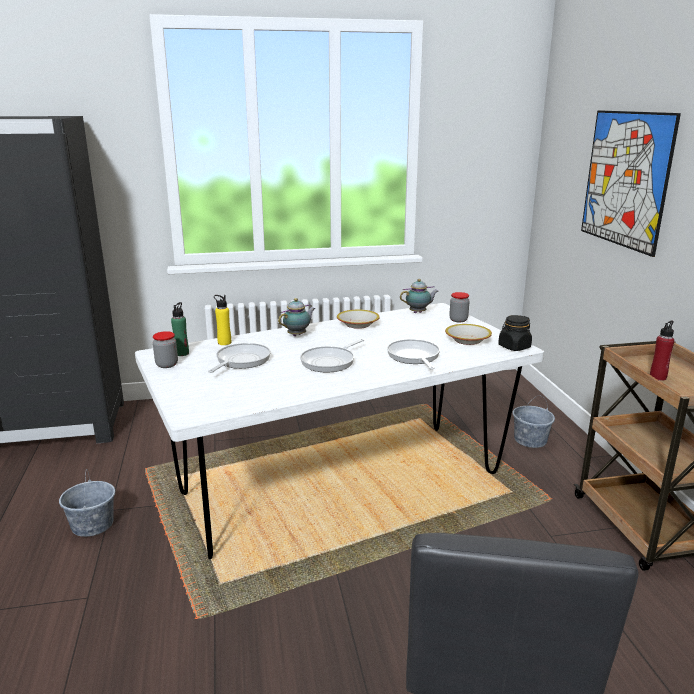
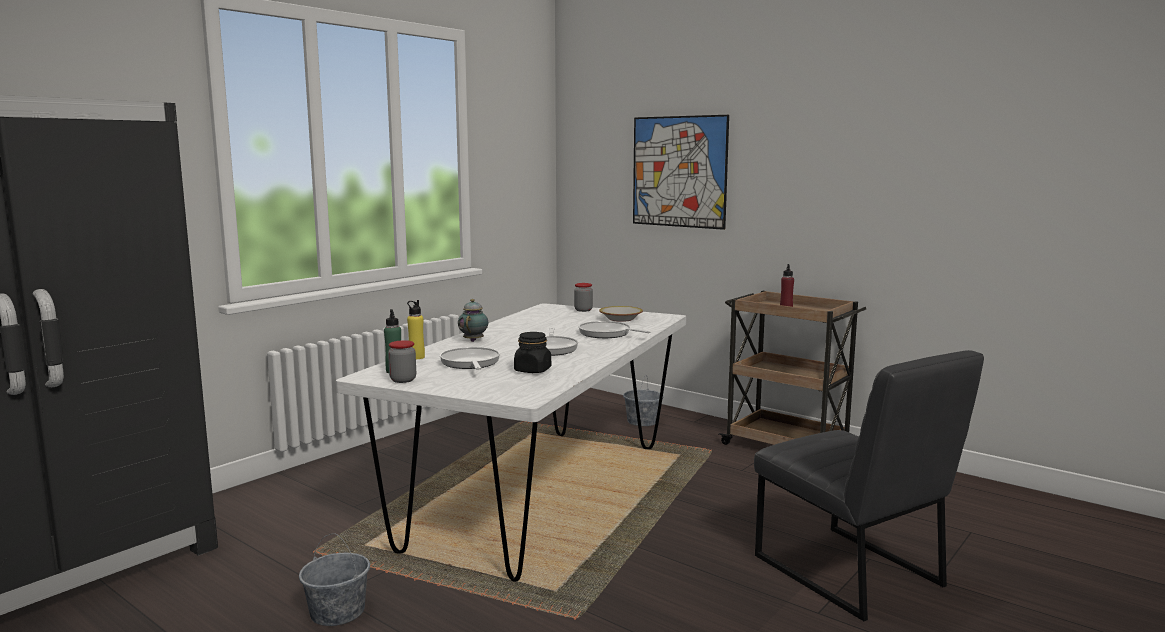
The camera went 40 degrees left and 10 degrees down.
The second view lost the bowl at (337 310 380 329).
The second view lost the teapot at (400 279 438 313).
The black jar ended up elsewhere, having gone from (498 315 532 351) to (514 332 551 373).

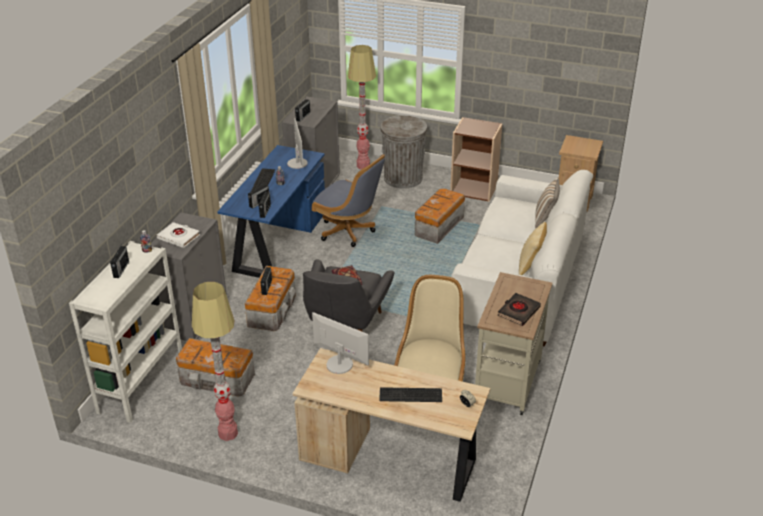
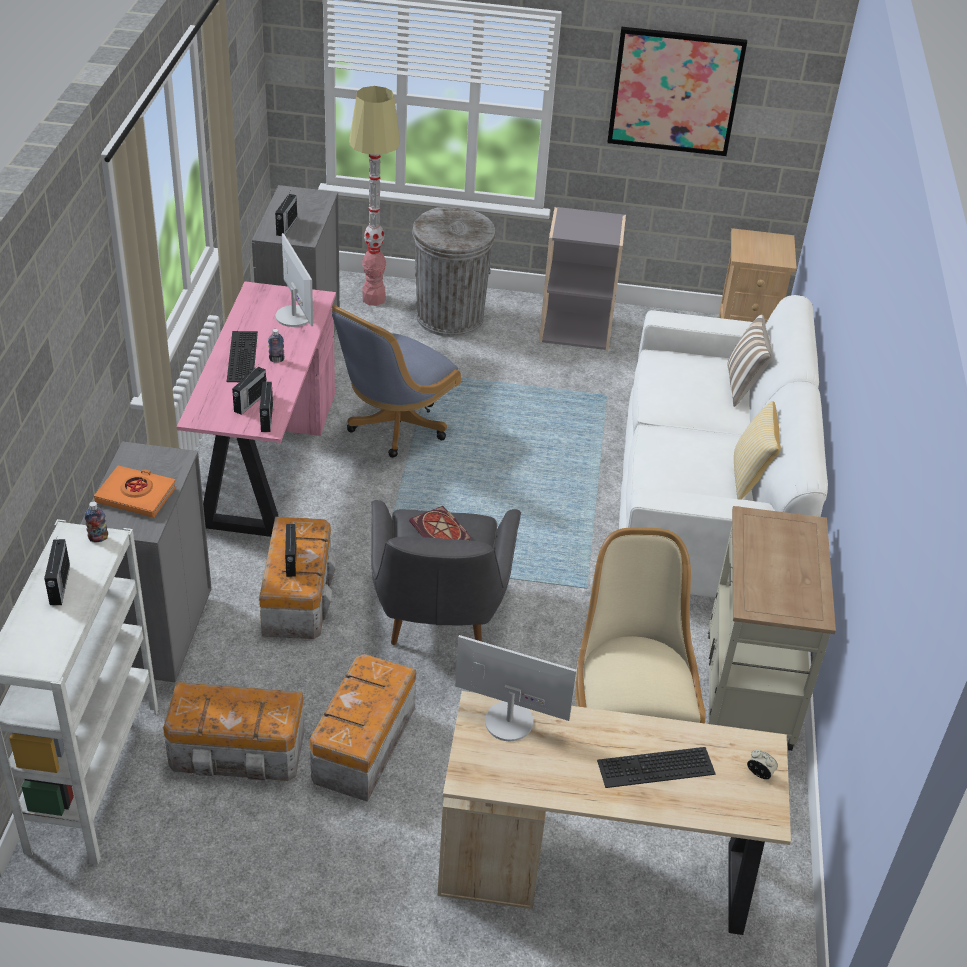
The camera went 15 degrees left and 5 degrees up.
What was the white book at (157 222 200 248) turned into the orange book at (94 466 176 518).
The second view lost the floor lamp at (192 282 238 441).
What was the blue desk at (217 145 325 278) turned into the pink desk at (177 282 336 537).
The blue office chair at (312 154 385 247) ended up facing another way, 105 degrees clockwise from before.
The storage box ended up elsewhere, having gone from (415 188 465 244) to (310 654 416 802).
What was the brown bookcase at (450 117 502 202) turned into the grey bookcase at (539 207 626 350).
The second view lost the black book at (498 293 541 326).
The second view gained the picture at (607 27 747 156).

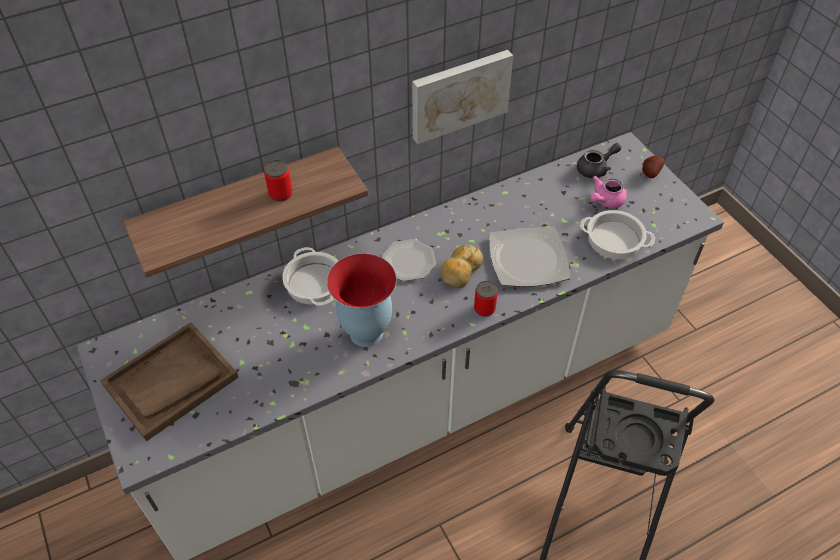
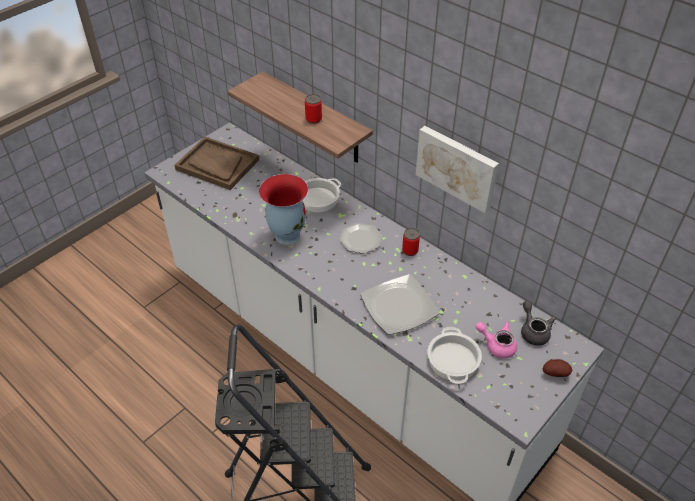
The camera went 70 degrees right and 5 degrees down.
The second view lost the bread at (441 245 483 288).
The can ended up elsewhere, having gone from (474 281 498 317) to (402 228 420 256).
The grey teapot at (577 143 621 178) ended up facing another way, 150 degrees counterclockwise from before.

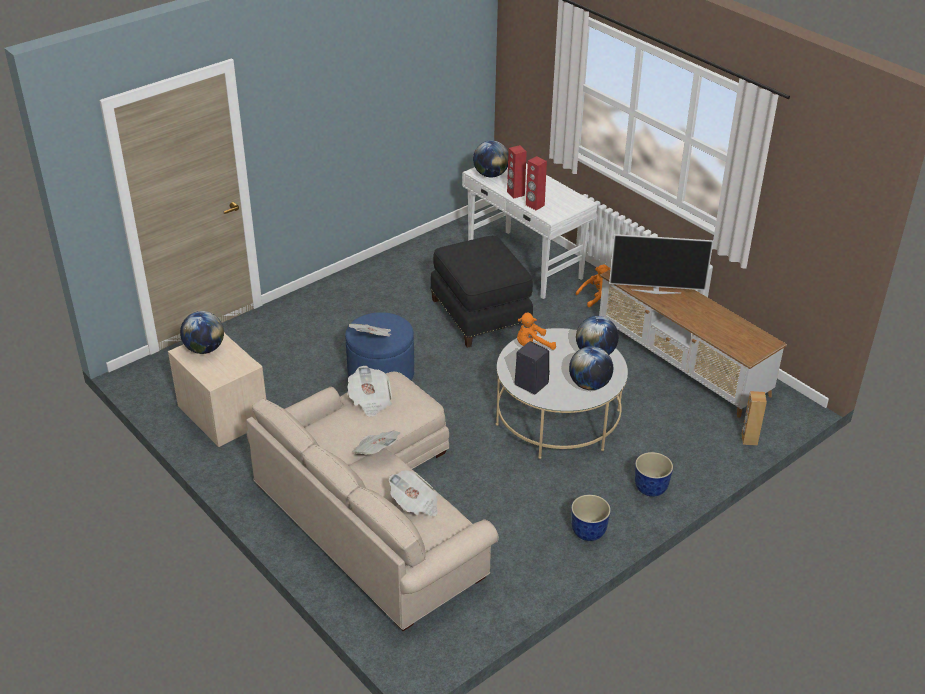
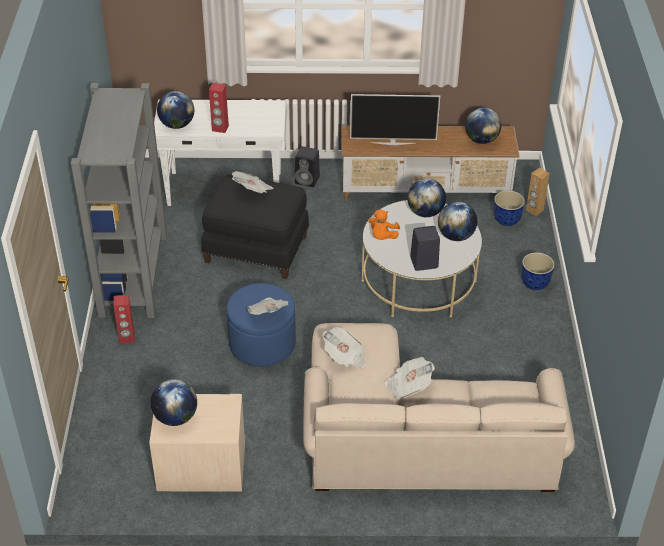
The camera went 50 degrees left and 5 degrees up.
The newspaper ended up elsewhere, having gone from (389 470 438 517) to (232 171 274 194).
The red speaker ended up elsewhere, having gone from (526 156 547 210) to (113 295 135 343).
The planter ended up elsewhere, having gone from (571 495 611 541) to (494 190 525 226).
Where the orange plush toy stood at (575 265 611 307), the black speaker came to stand at (295 146 320 187).
The television at (609 234 714 294) ended up facing another way, 45 degrees clockwise from before.
The second view gained the grey bookcase at (71 83 167 318).
The second view gained the globe at (465 107 501 144).

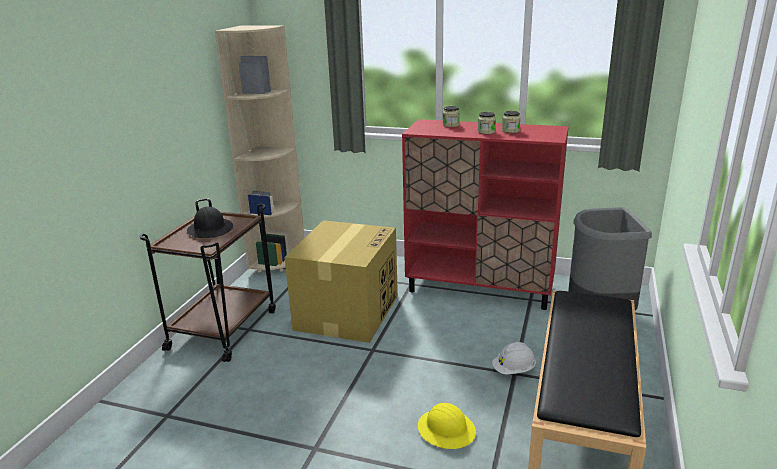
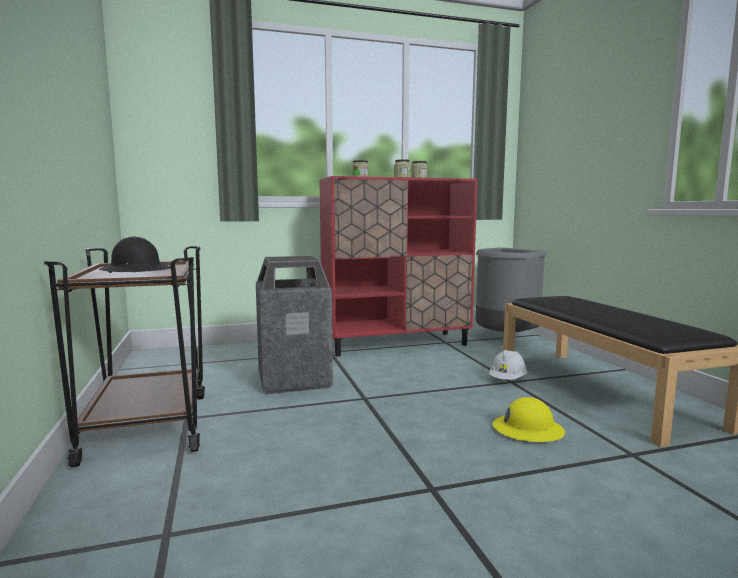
The camera went 35 degrees left and 15 degrees down.
The second view lost the beige bookcase at (215 25 305 272).
Where the cardboard box stood at (284 220 398 343), the trash can came to stand at (256 256 333 394).

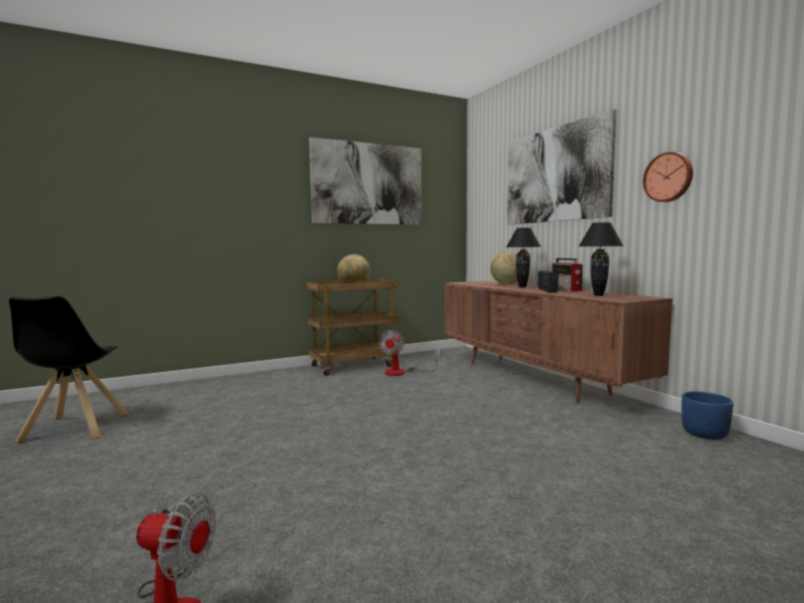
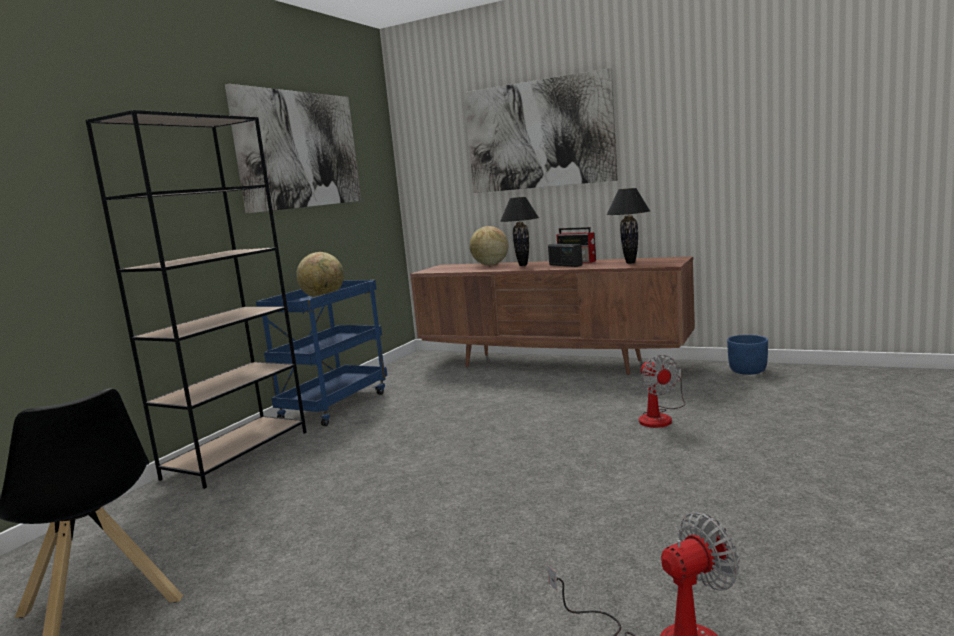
The camera went 35 degrees left and 5 degrees up.
What was the brown cart at (307 279 399 376) turned into the blue cart at (256 280 387 426).
The fan ended up elsewhere, having gone from (379 330 440 376) to (639 355 685 428).
The second view lost the wall clock at (643 152 693 202).
The second view gained the beige bookcase at (85 110 307 489).

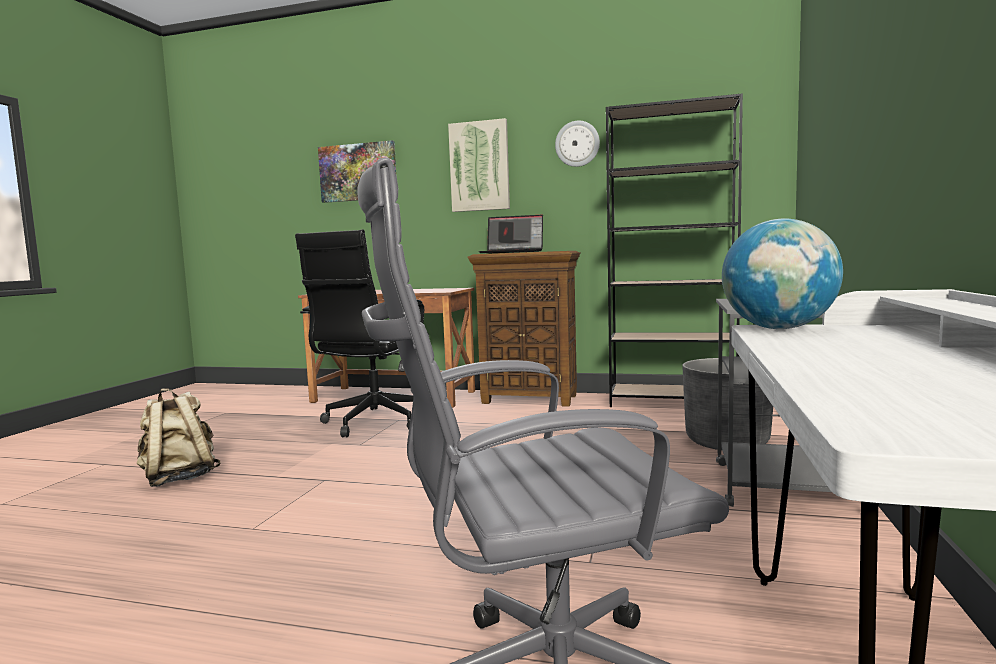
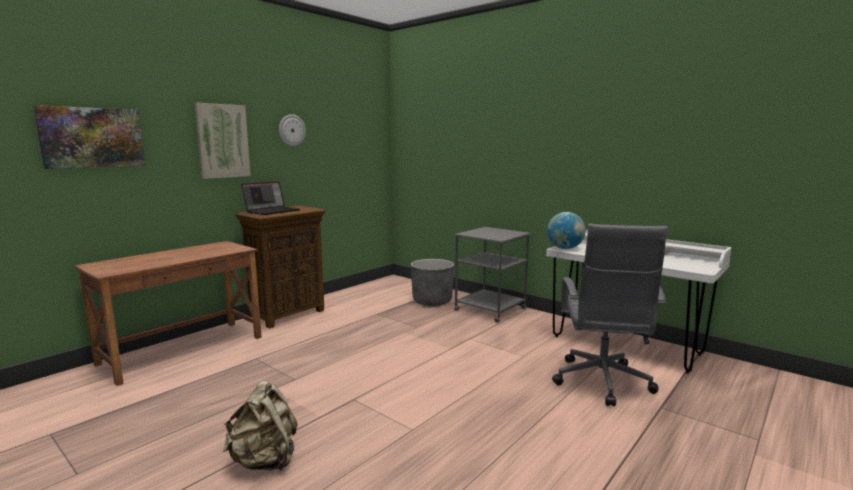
The camera went 65 degrees left and 5 degrees up.
The second view lost the black office chair at (295 229 429 437).
The second view lost the beige bookcase at (606 93 743 407).

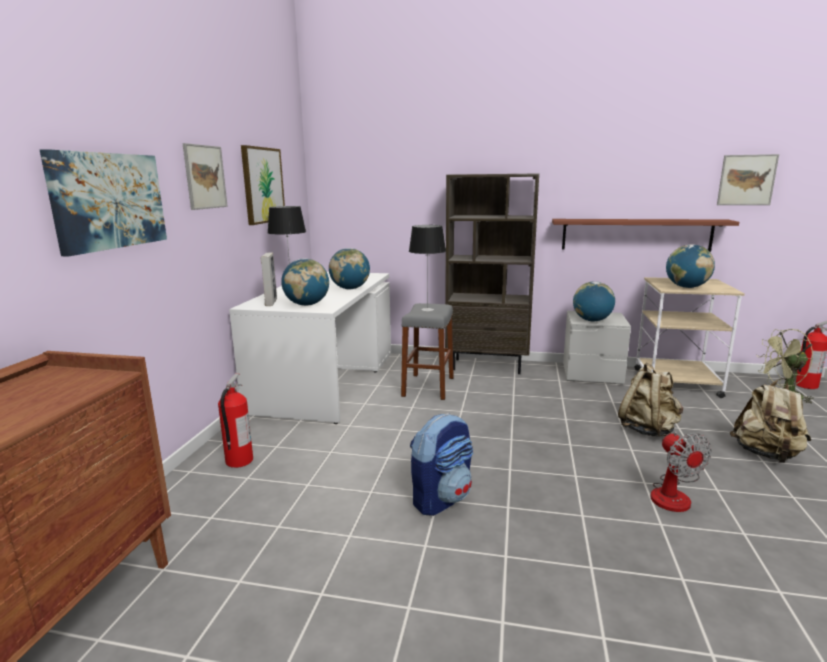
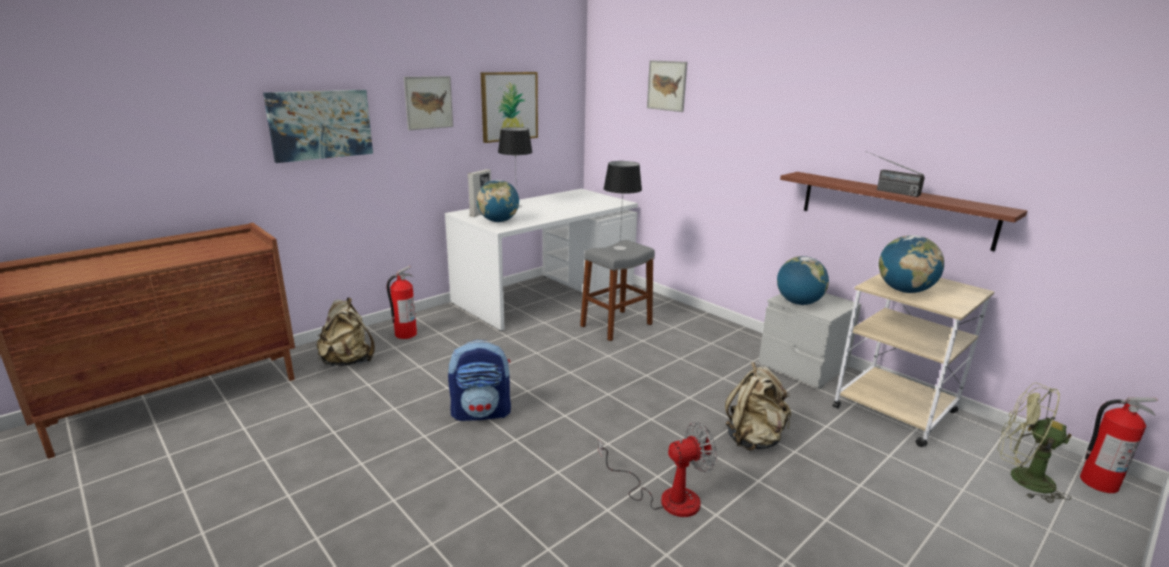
The camera went 35 degrees right and 5 degrees up.
The second view lost the globe at (329 248 370 289).
The second view lost the brown bookcase at (445 173 539 374).
The fan at (650 432 712 512) ended up facing another way, 135 degrees counterclockwise from before.
The picture ended up elsewhere, having gone from (717 154 779 205) to (647 60 687 112).
The beige backpack ended up elsewhere, having gone from (730 378 811 463) to (317 298 375 366).
The second view gained the radio at (866 151 925 197).

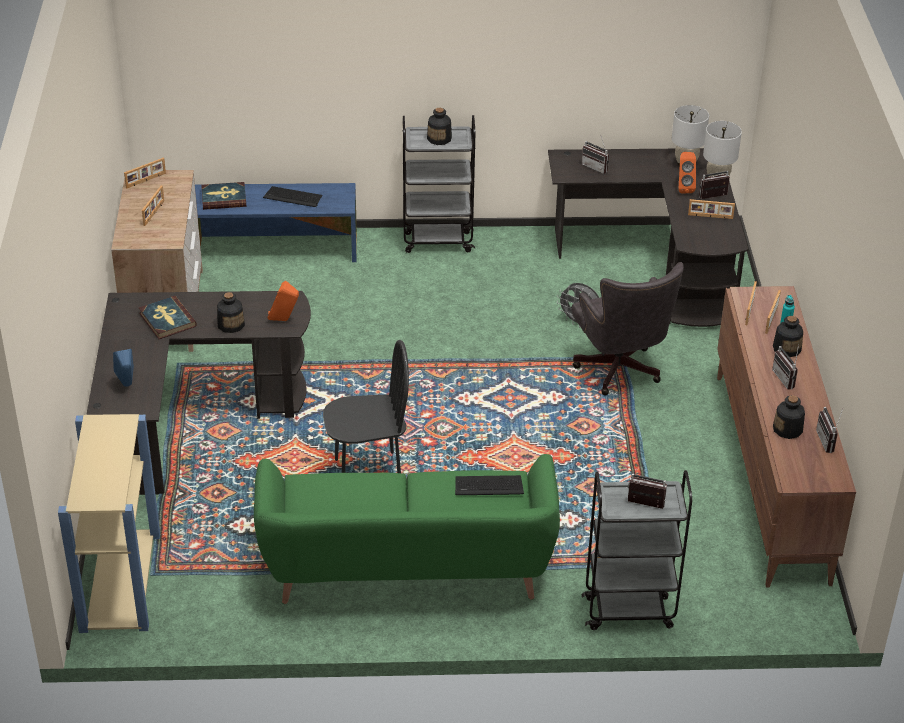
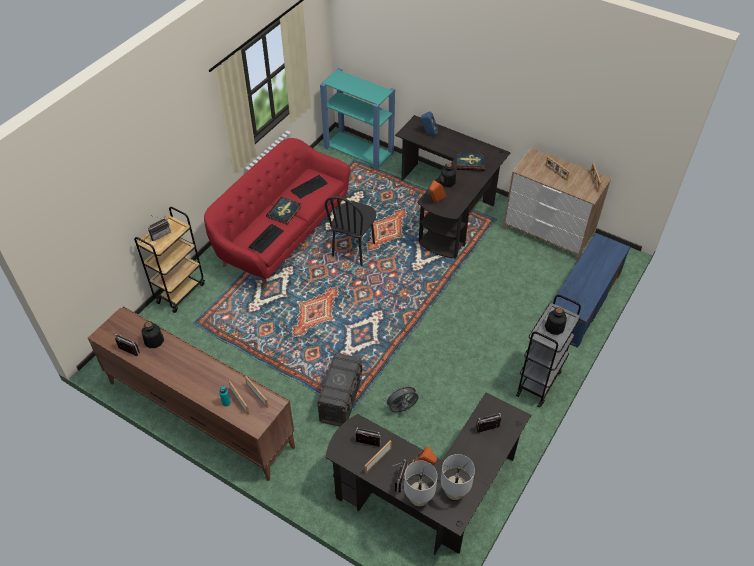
The camera went 125 degrees right and 10 degrees up.
What was the beige bookcase at (58 414 160 633) turned into the turquoise bookcase at (320 68 395 170).
The book ended up elsewhere, having gone from (201 182 247 210) to (266 197 301 224).
What was the green sofa at (254 454 560 604) turned into the red sofa at (204 138 350 288).
The keyboard ended up elsewhere, having gone from (263 186 323 207) to (291 175 328 199).
Where the grey office chair stood at (572 262 684 395), the grey storage box came to stand at (316 353 363 426).
What was the grey cart at (581 470 692 630) turned into the brown cart at (134 207 206 313).
The radio ended up elsewhere, having gone from (772 344 799 390) to (355 427 381 447).
The second view lost the bottle at (773 316 803 357).

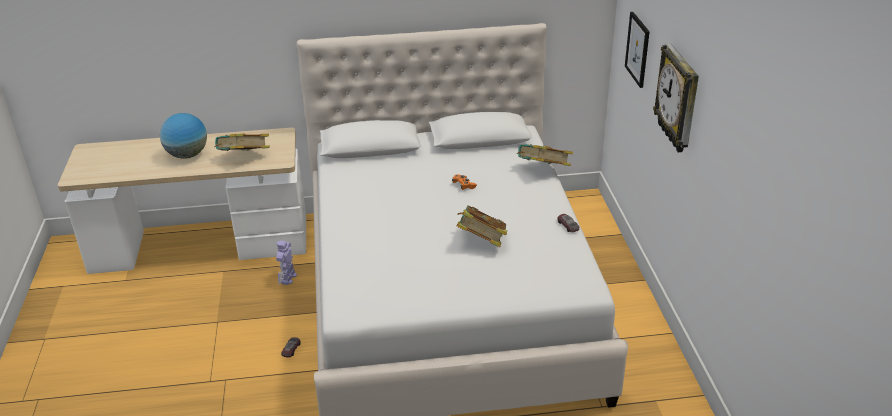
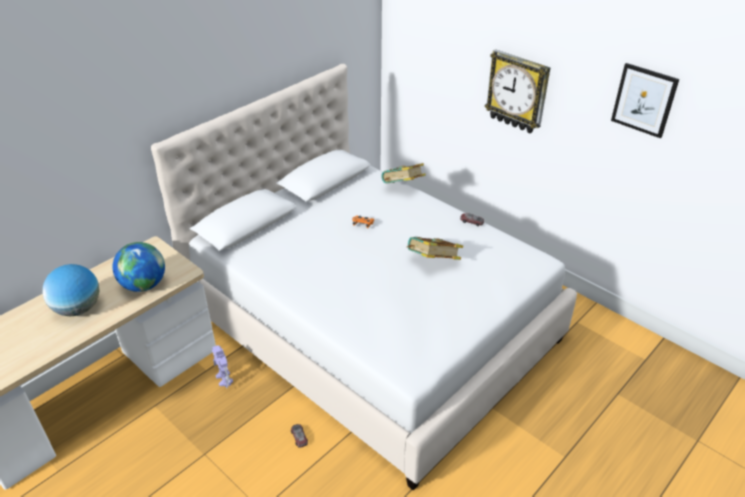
The camera went 40 degrees left and 5 degrees up.
Where the book stood at (215 133 270 151), the globe came to stand at (113 242 165 292).
The picture ended up elsewhere, having gone from (625 12 650 88) to (611 63 679 138).

